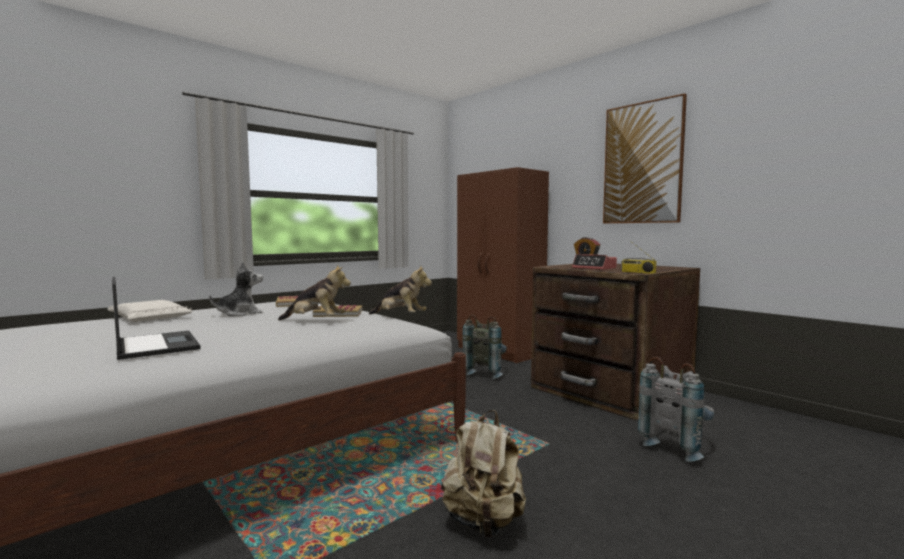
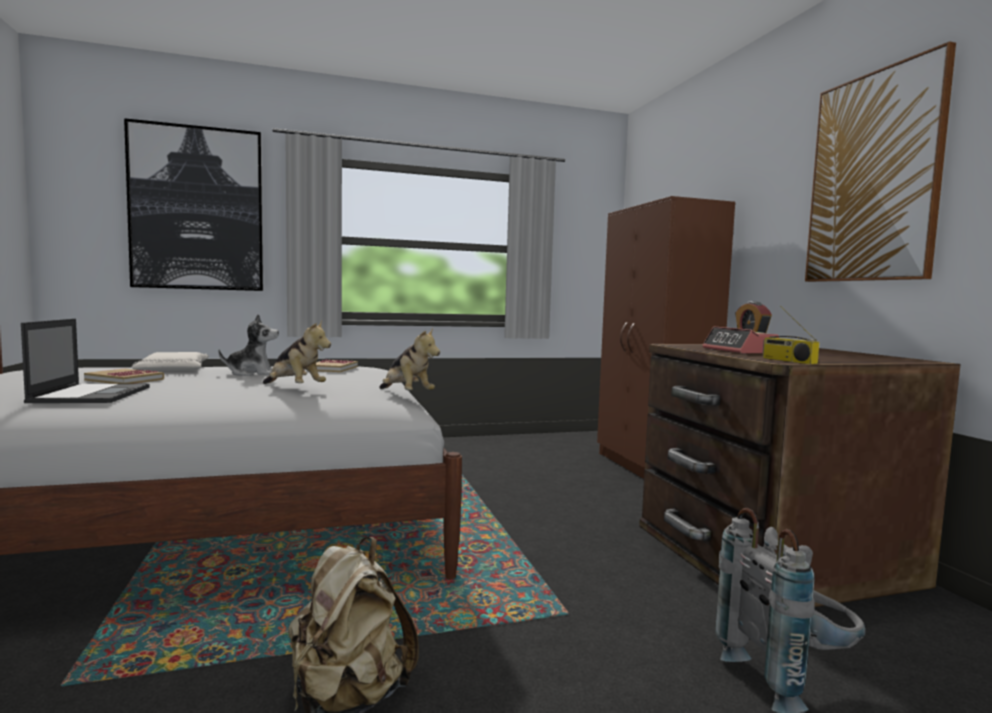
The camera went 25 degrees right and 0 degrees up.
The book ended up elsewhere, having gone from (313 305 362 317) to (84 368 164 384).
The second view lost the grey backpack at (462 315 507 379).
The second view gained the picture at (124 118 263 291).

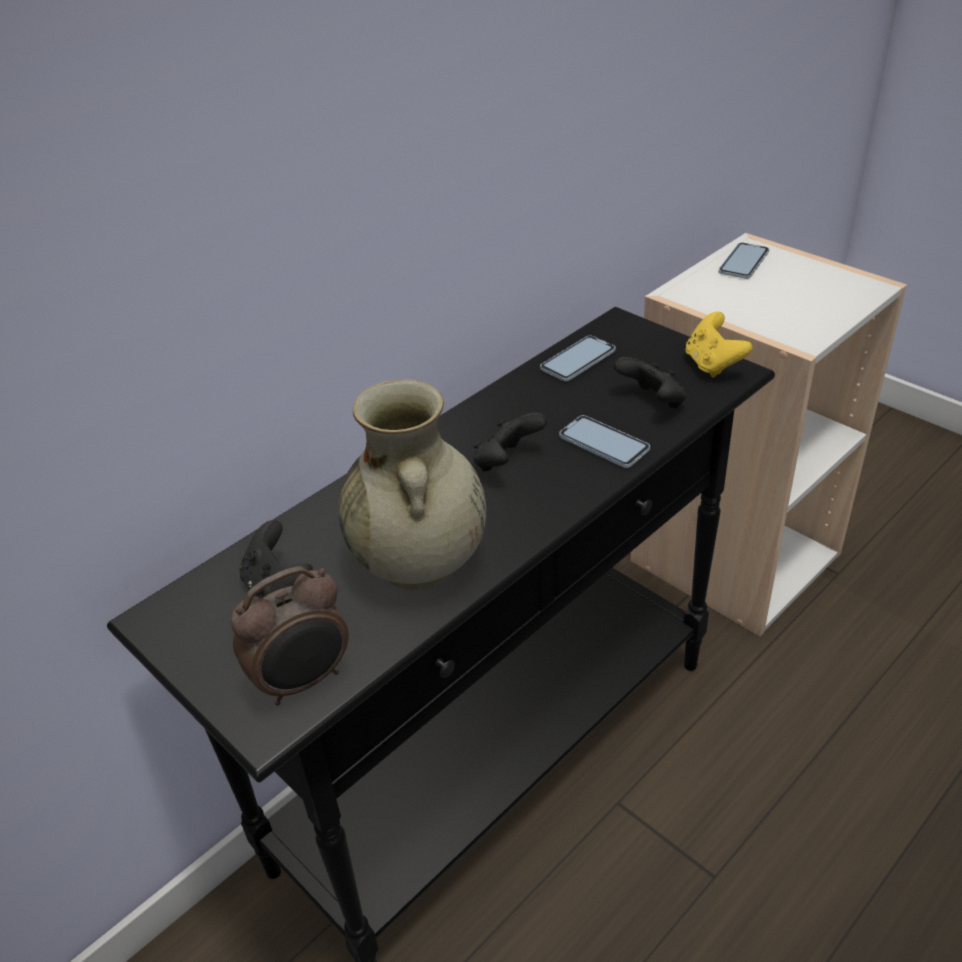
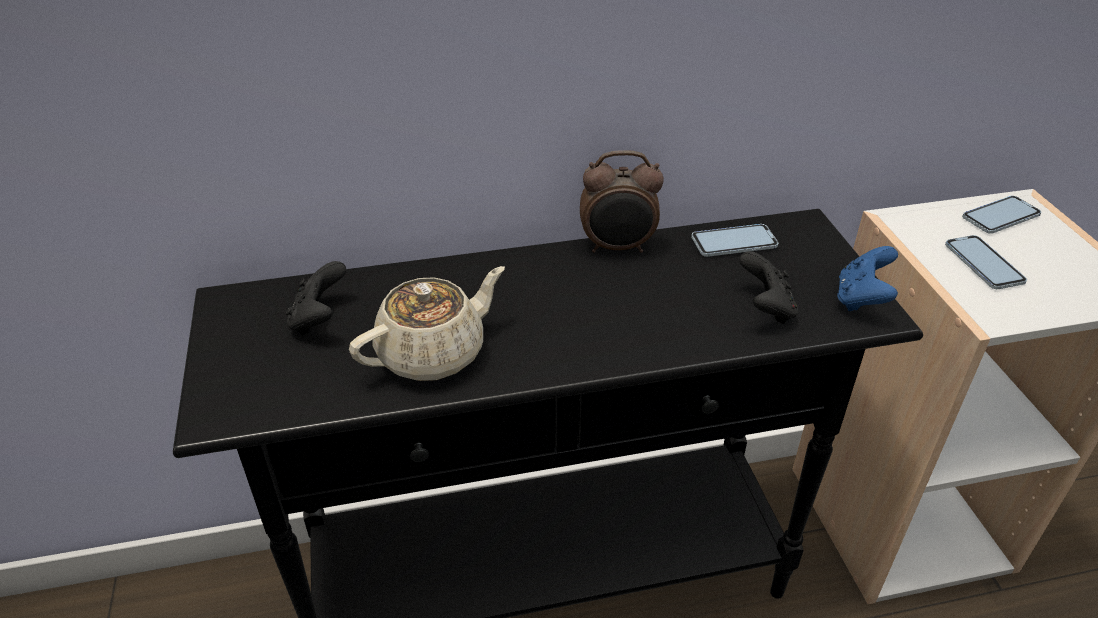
The camera went 30 degrees right and 0 degrees up.
The alarm clock ended up elsewhere, having gone from (231 566 349 705) to (580 150 664 253).
Where the beige vase stood at (338 379 486 590), the beige teapot came to stand at (349 266 505 381).
The second view lost the black game controller at (473 412 547 471).
The phone ended up elsewhere, having gone from (559 415 650 468) to (945 235 1027 289).
What was the yellow game controller at (685 312 752 378) turned into the blue game controller at (837 246 898 311).

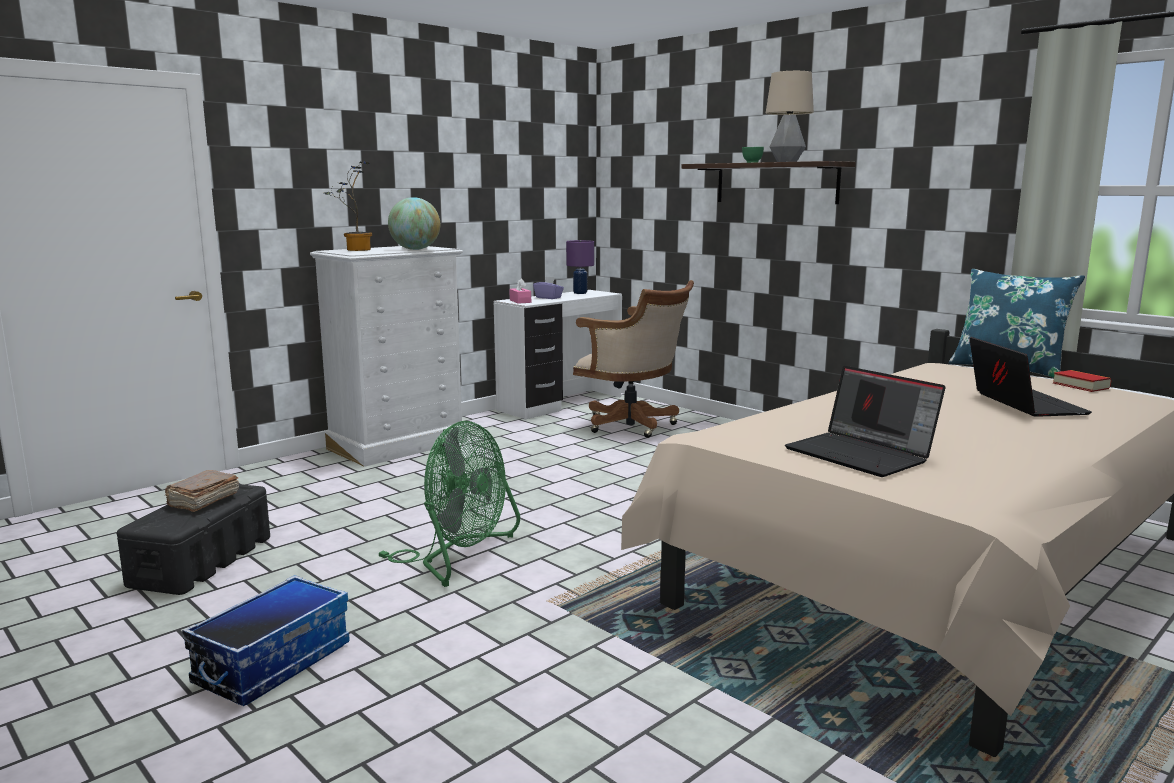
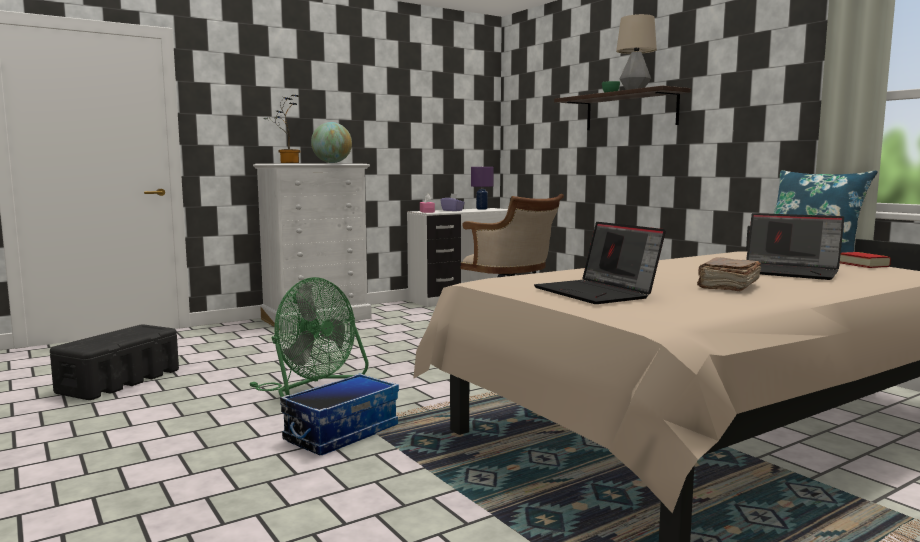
The camera went 10 degrees right and 5 degrees down.
The brown book ended up elsewhere, having gone from (165 470 239 512) to (697 257 761 291).
The storage box ended up elsewhere, having gone from (182 575 350 706) to (280 373 399 455).
The laptop at (970 337 1092 417) ended up facing another way, 120 degrees clockwise from before.

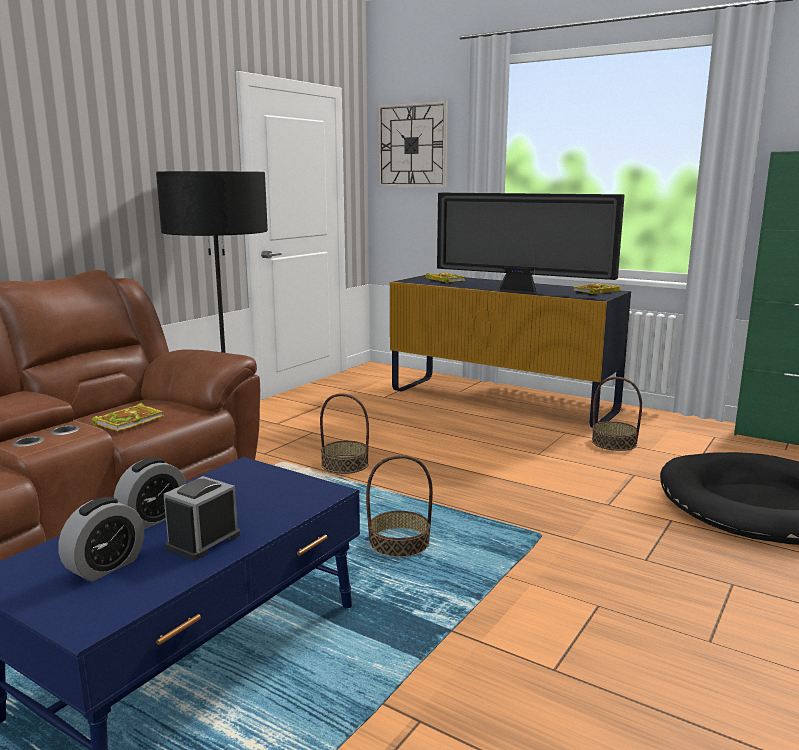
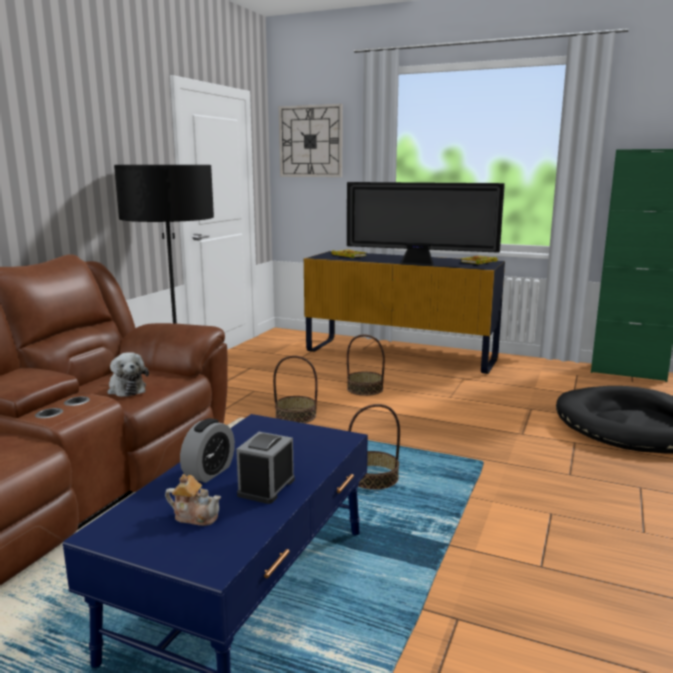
The camera went 10 degrees left and 0 degrees up.
Where the alarm clock stood at (58 497 144 582), the teapot came to stand at (165 474 221 526).
Where the book stood at (91 403 163 431), the plush toy came to stand at (108 352 149 397).
The basket ended up elsewhere, having gone from (592 377 642 451) to (347 335 385 396).

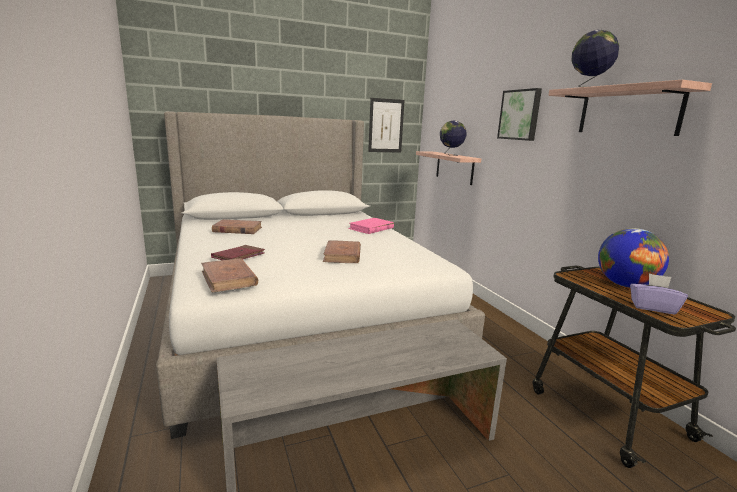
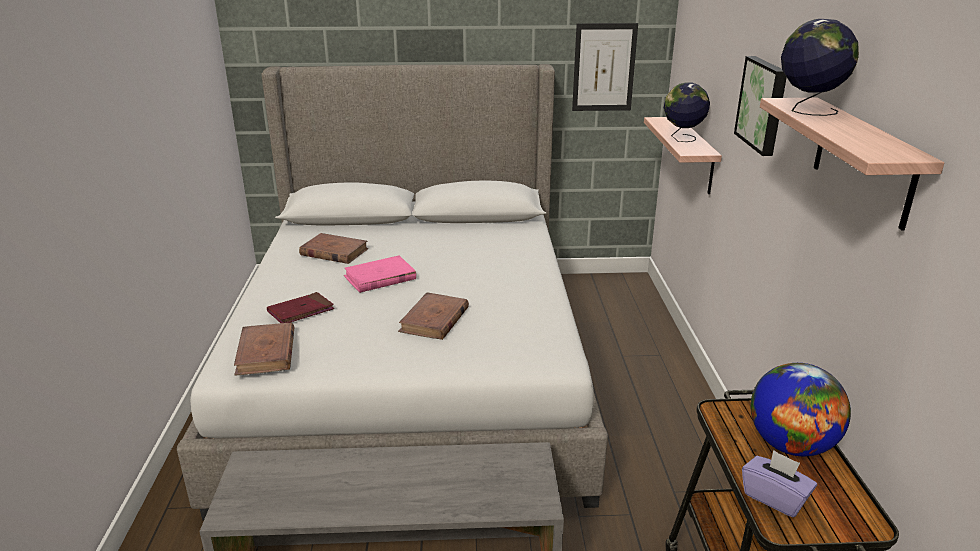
The camera went 20 degrees right and 10 degrees up.
The pink book ended up elsewhere, having gone from (348 218 394 234) to (344 256 416 293).

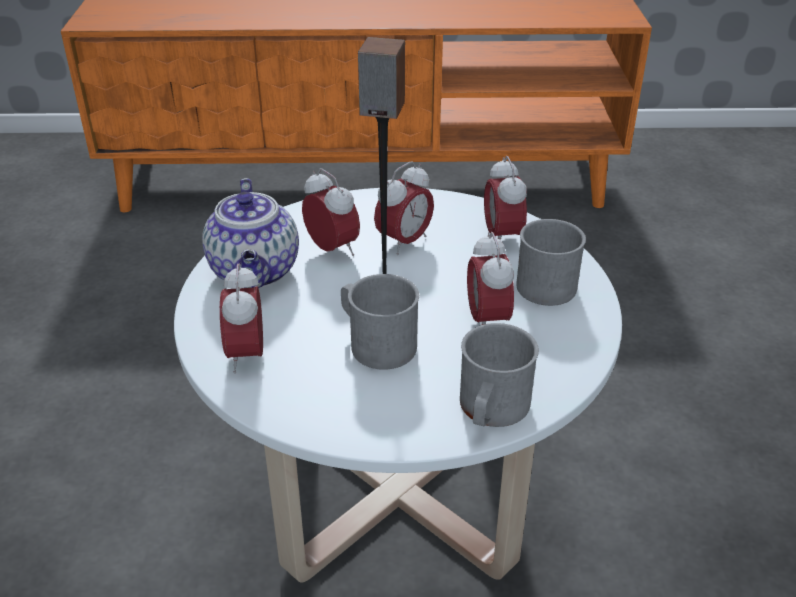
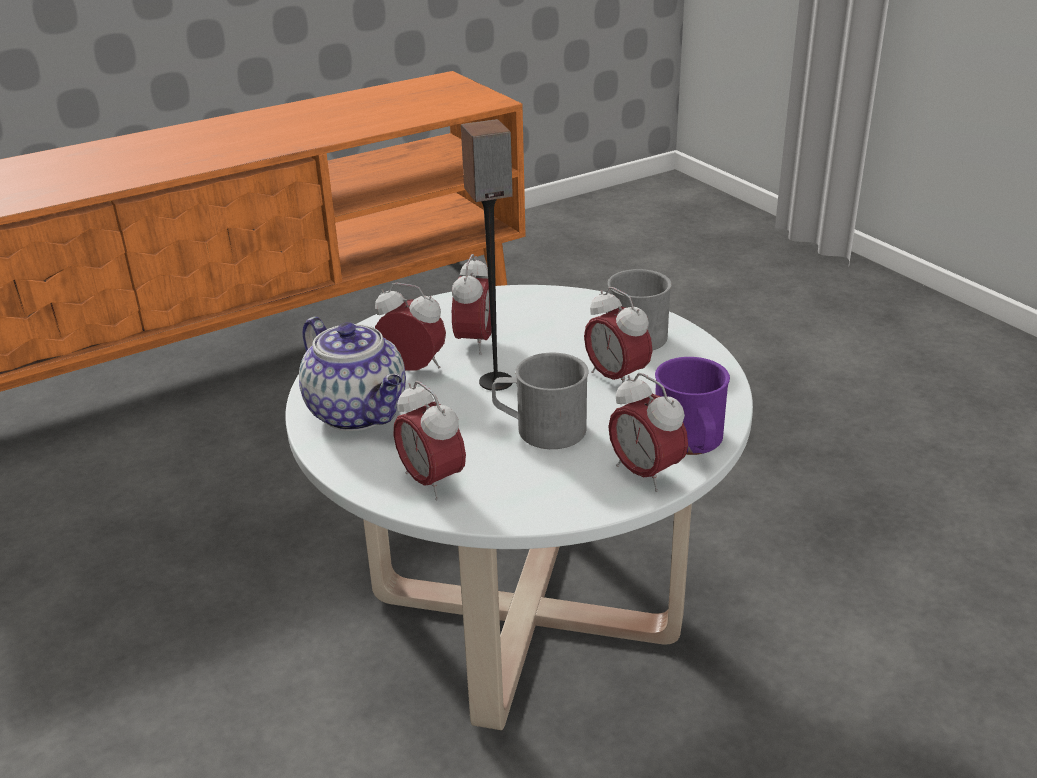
The camera went 30 degrees left and 5 degrees down.
What was the grey mug at (460 323 539 427) turned into the purple mug at (655 357 730 455).
The alarm clock ended up elsewhere, having gone from (484 156 527 240) to (608 373 688 492).

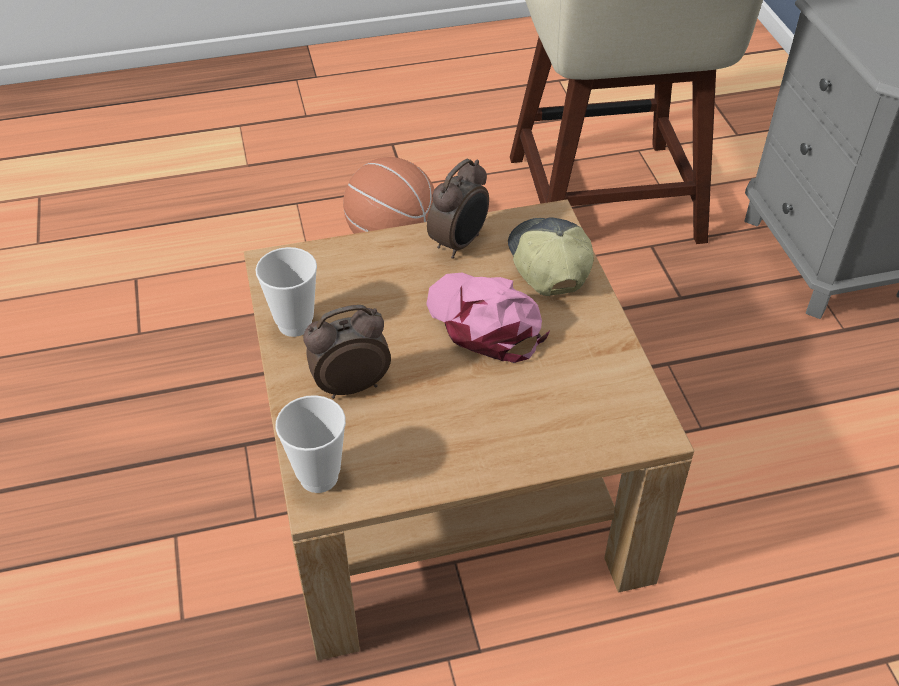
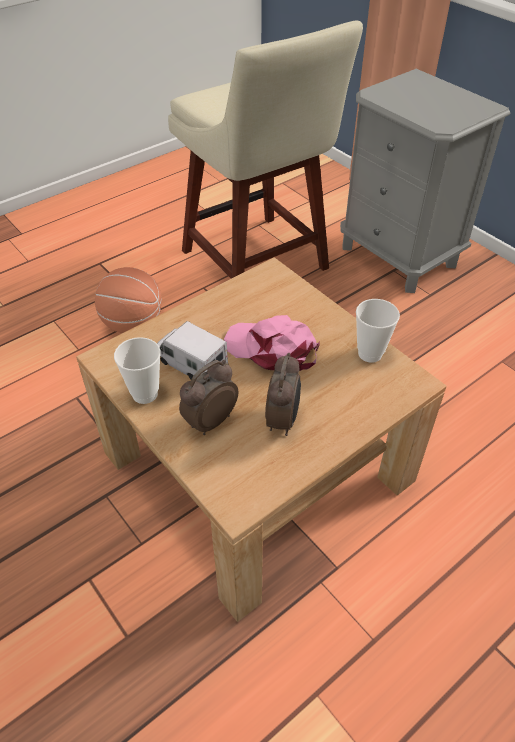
The camera went 25 degrees left and 0 degrees up.
The cup ended up elsewhere, having gone from (275 395 346 493) to (356 299 400 363).
The alarm clock ended up elsewhere, having gone from (427 159 489 259) to (265 353 301 436).
The second view lost the cap at (508 217 594 296).
The second view gained the toy truck at (157 321 228 380).

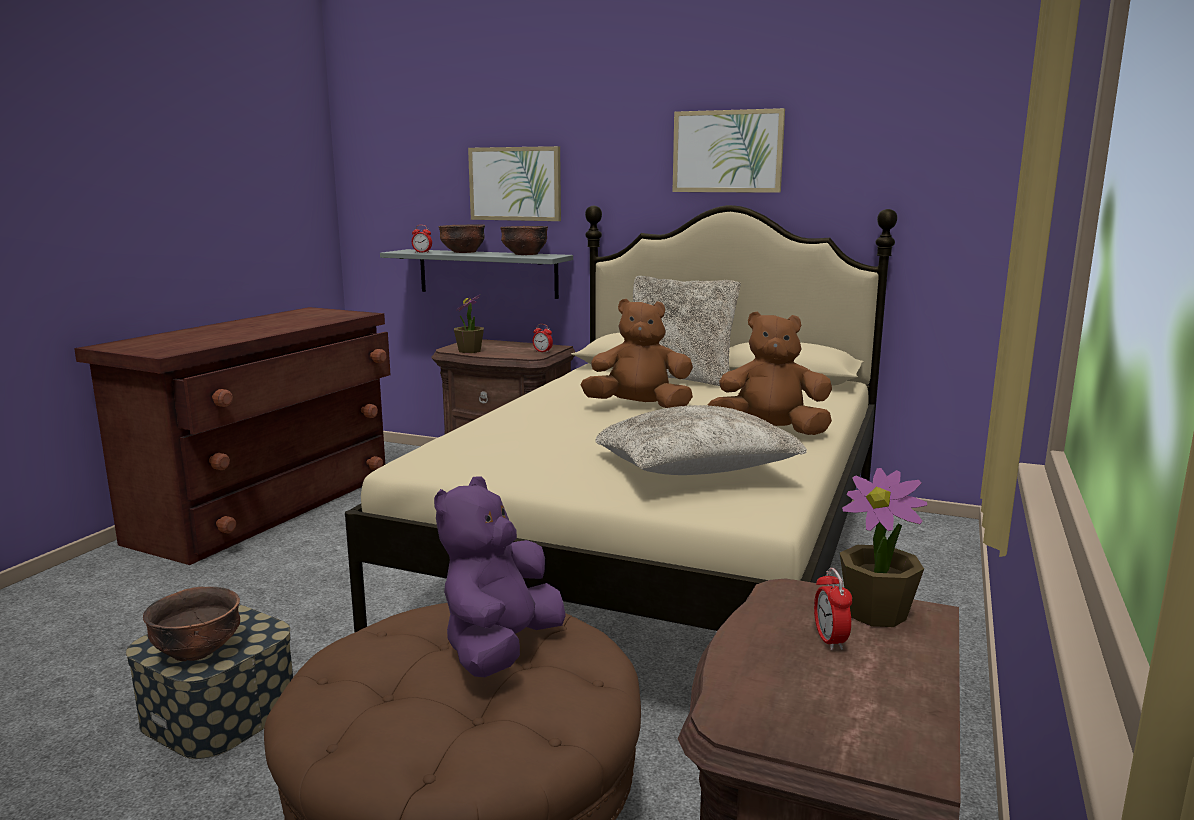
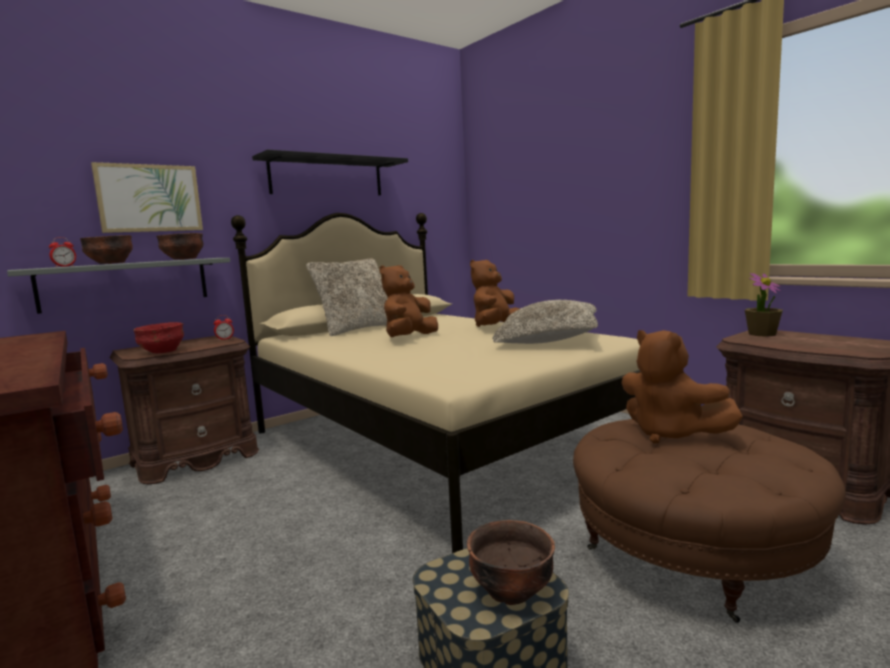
The camera went 60 degrees left and 5 degrees down.
What was the purple plush toy at (434 476 566 677) turned into the brown plush toy at (622 330 743 443).
Where the potted plant stood at (454 295 484 353), the red bowl came to stand at (133 322 184 353).
Where the picture hung at (672 108 785 193), the black shelf came to hang at (252 150 408 195).
The second view lost the alarm clock at (814 568 852 650).

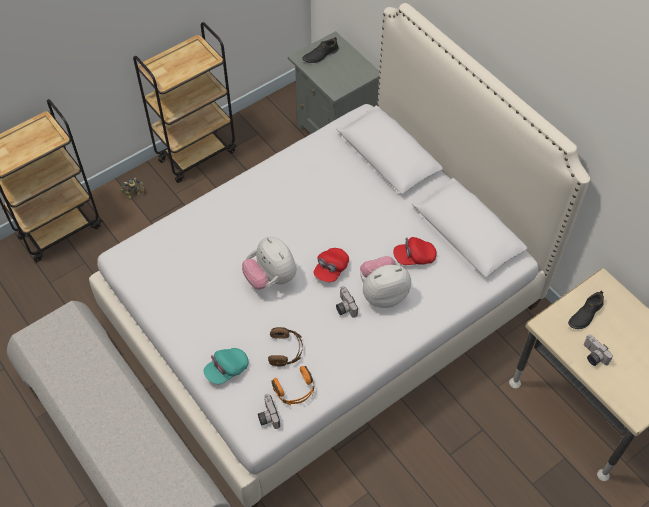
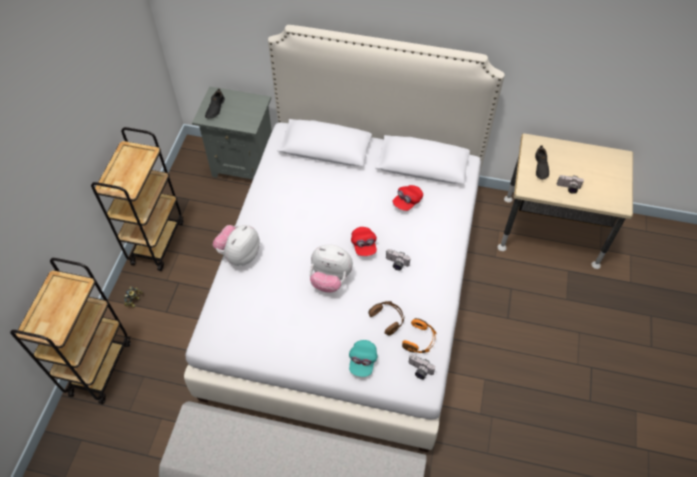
The camera went 40 degrees left and 0 degrees up.
The plush toy ended up elsewhere, having gone from (360 256 411 308) to (213 225 260 266).

